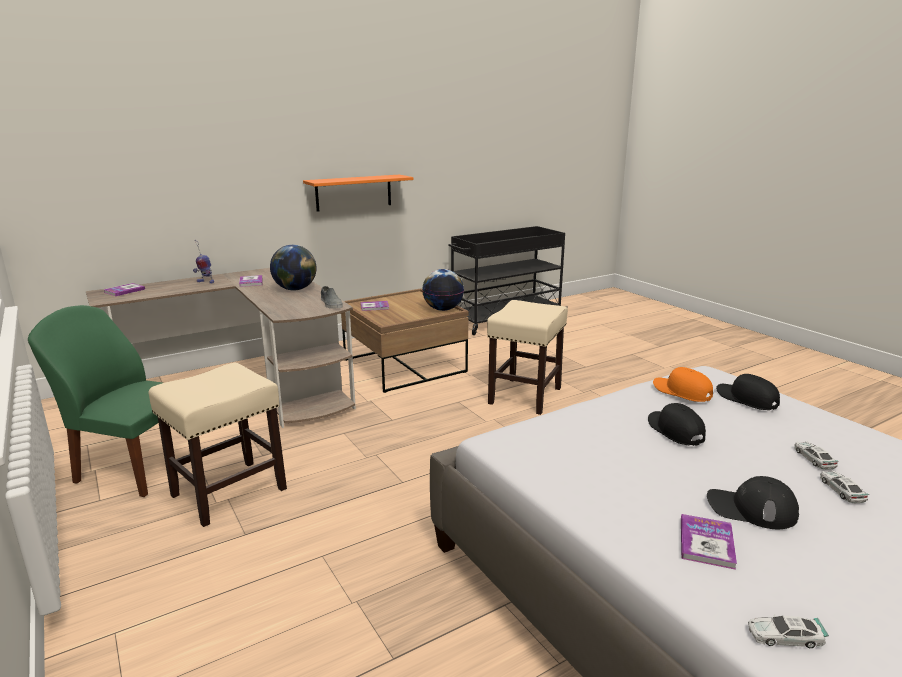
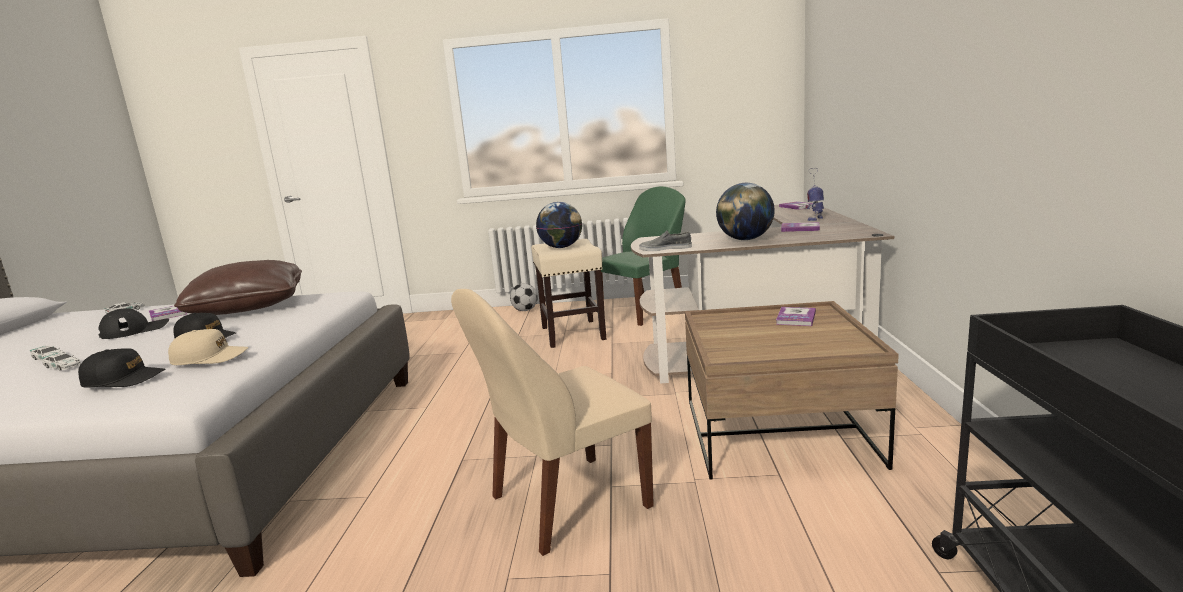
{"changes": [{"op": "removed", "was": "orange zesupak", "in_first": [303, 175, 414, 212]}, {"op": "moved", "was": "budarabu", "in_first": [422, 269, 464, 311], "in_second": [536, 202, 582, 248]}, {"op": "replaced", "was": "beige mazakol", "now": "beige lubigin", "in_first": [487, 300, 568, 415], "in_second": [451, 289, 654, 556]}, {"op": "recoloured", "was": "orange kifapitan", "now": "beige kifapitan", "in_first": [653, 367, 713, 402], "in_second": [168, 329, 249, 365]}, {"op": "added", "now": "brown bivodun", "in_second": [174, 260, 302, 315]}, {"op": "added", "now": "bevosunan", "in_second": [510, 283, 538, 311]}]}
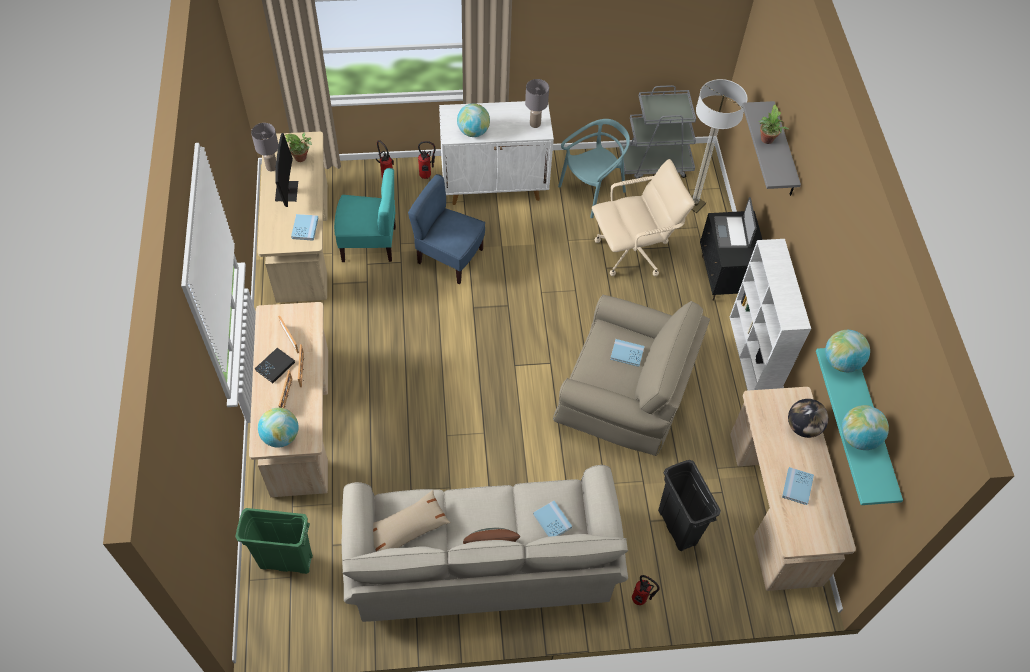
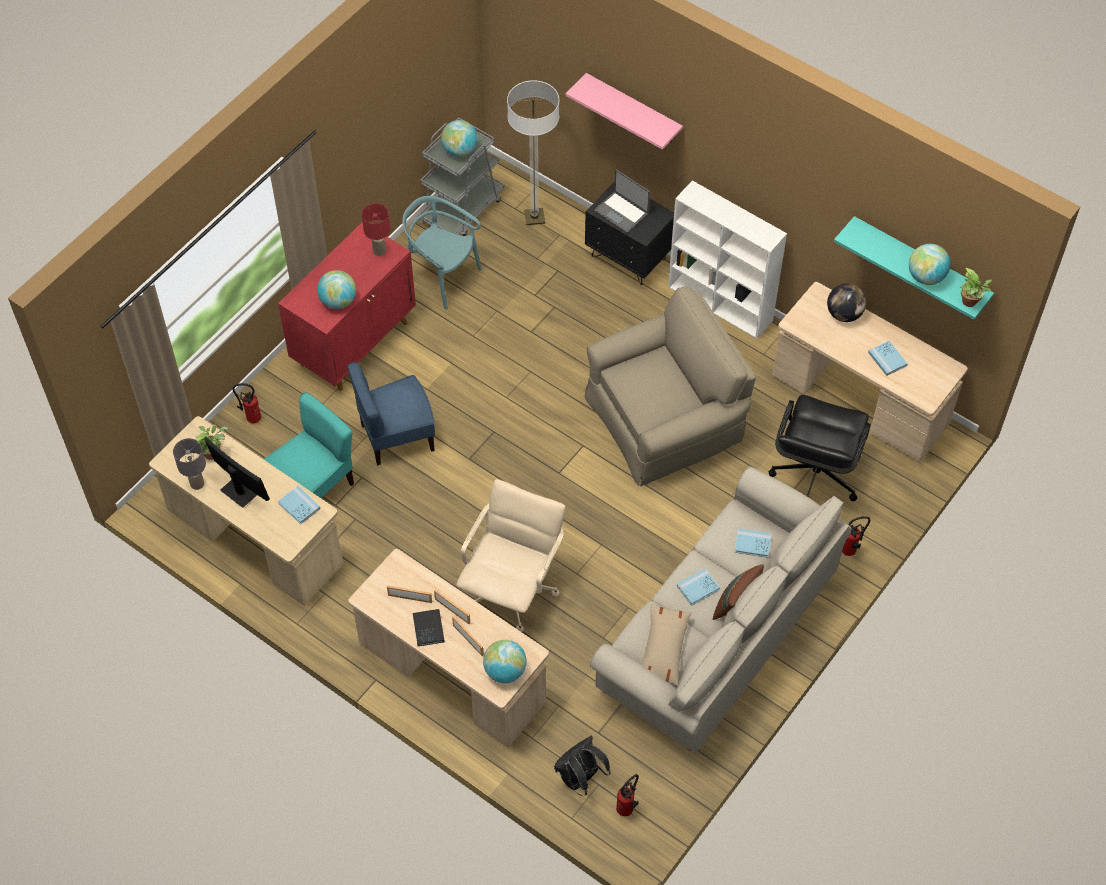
{"changes": [{"op": "recoloured", "was": "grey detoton", "now": "red detoton", "in_first": [525, 79, 549, 128], "in_second": [362, 203, 390, 256]}, {"op": "recoloured", "was": "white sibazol", "now": "red sibazol", "in_first": [439, 101, 554, 205], "in_second": [278, 222, 416, 391]}, {"op": "recoloured", "was": "grey zesupak", "now": "pink zesupak", "in_first": [742, 101, 801, 196], "in_second": [566, 73, 683, 150]}, {"op": "moved", "was": "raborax", "in_first": [759, 105, 789, 144], "in_second": [960, 268, 992, 307]}, {"op": "turned", "was": "turquoise lubigin", "in_first": [558, 119, 630, 218], "in_second": [402, 196, 482, 310], "clockwise": -60}, {"op": "moved", "was": "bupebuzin", "in_first": [418, 141, 436, 179], "in_second": [616, 774, 639, 816]}, {"op": "moved", "was": "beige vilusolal", "in_first": [592, 159, 695, 276], "in_second": [456, 479, 566, 632]}, {"op": "moved", "was": "budarabu", "in_first": [825, 330, 870, 372], "in_second": [441, 120, 477, 157]}, {"op": "moved", "was": "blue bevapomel", "in_first": [610, 339, 645, 367], "in_second": [677, 568, 720, 606]}, {"op": "replaced", "was": "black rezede", "now": "black vilusolal", "in_first": [658, 460, 721, 551], "in_second": [769, 395, 871, 501]}, {"op": "replaced", "was": "green rezede", "now": "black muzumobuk", "in_first": [235, 508, 313, 574], "in_second": [554, 735, 611, 797]}]}
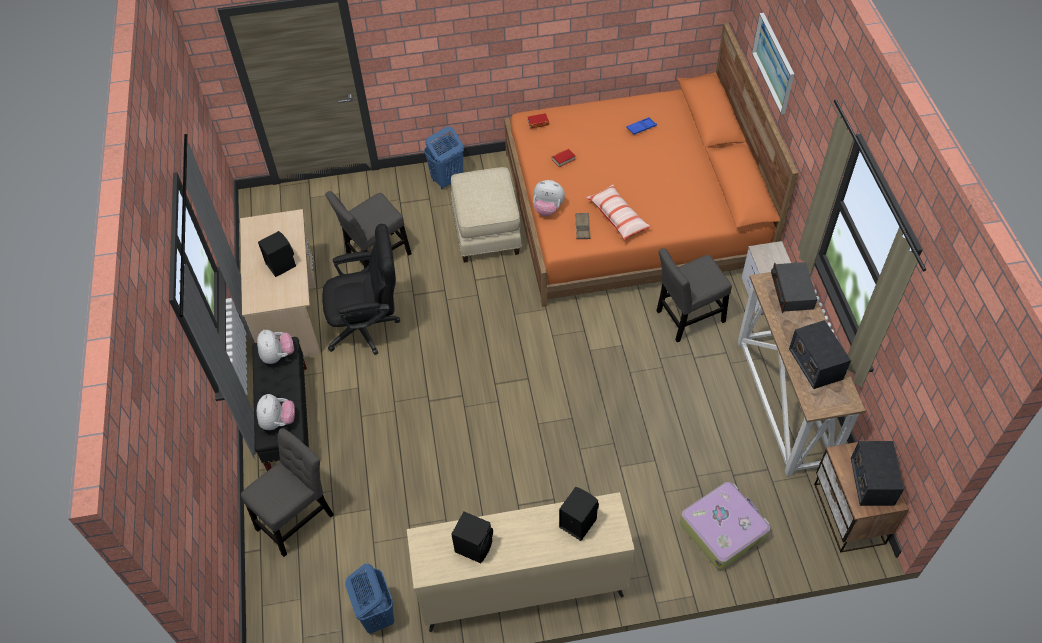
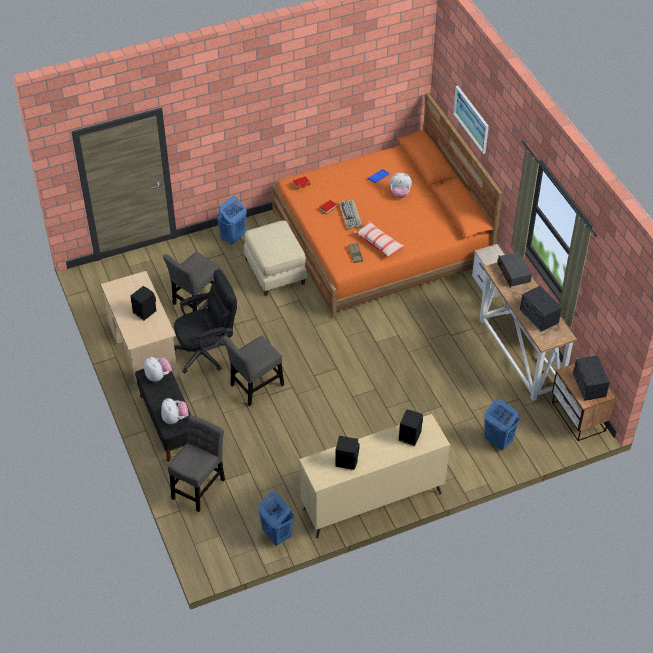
{"changes": [{"op": "moved", "was": "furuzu", "in_first": [533, 180, 565, 216], "in_second": [389, 173, 412, 198]}, {"op": "moved", "was": "grey lubigin", "in_first": [656, 248, 732, 342], "in_second": [222, 336, 284, 406]}, {"op": "replaced", "was": "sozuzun", "now": "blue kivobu", "in_first": [680, 482, 770, 570], "in_second": [484, 399, 520, 450]}, {"op": "added", "now": "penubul", "in_second": [339, 200, 362, 229]}]}
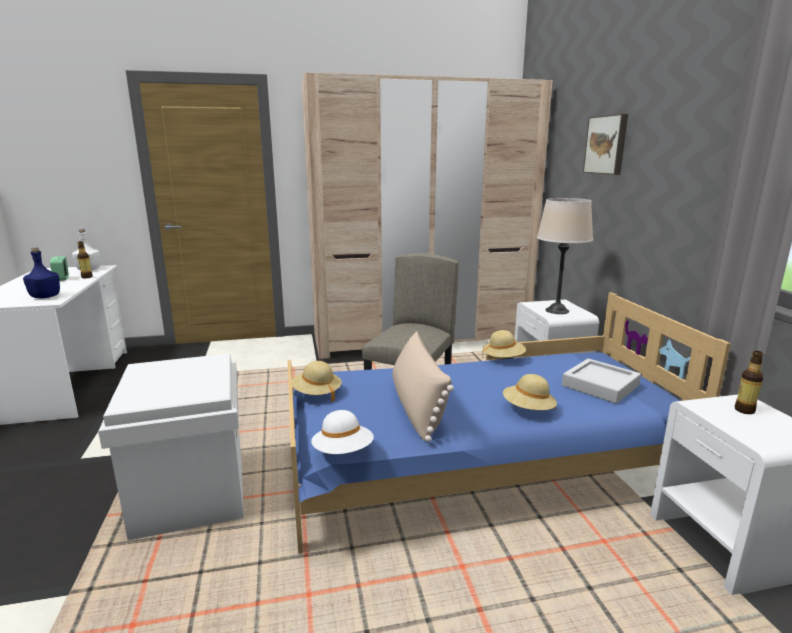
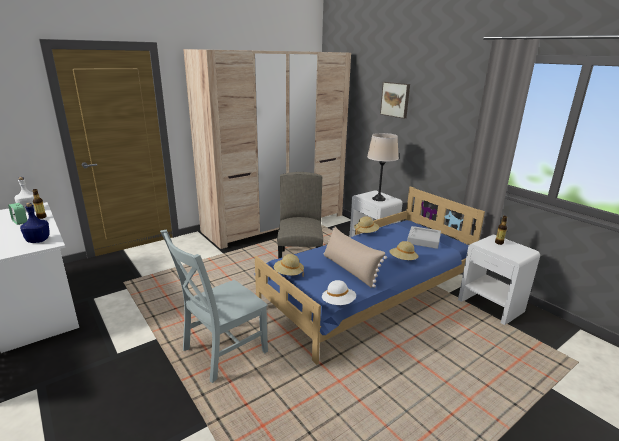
{"changes": [{"op": "replaced", "was": "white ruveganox", "now": "grey lubigin", "in_first": [98, 354, 244, 540], "in_second": [160, 230, 268, 383]}]}
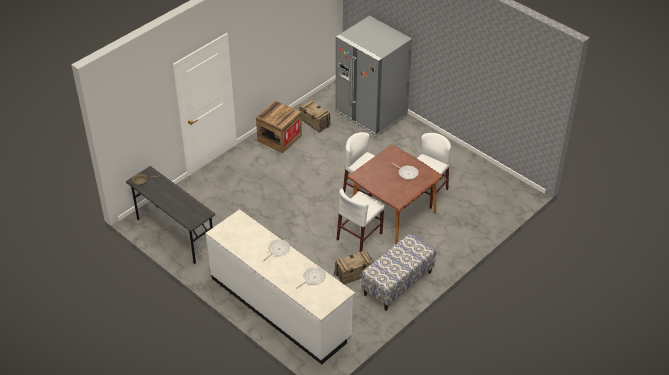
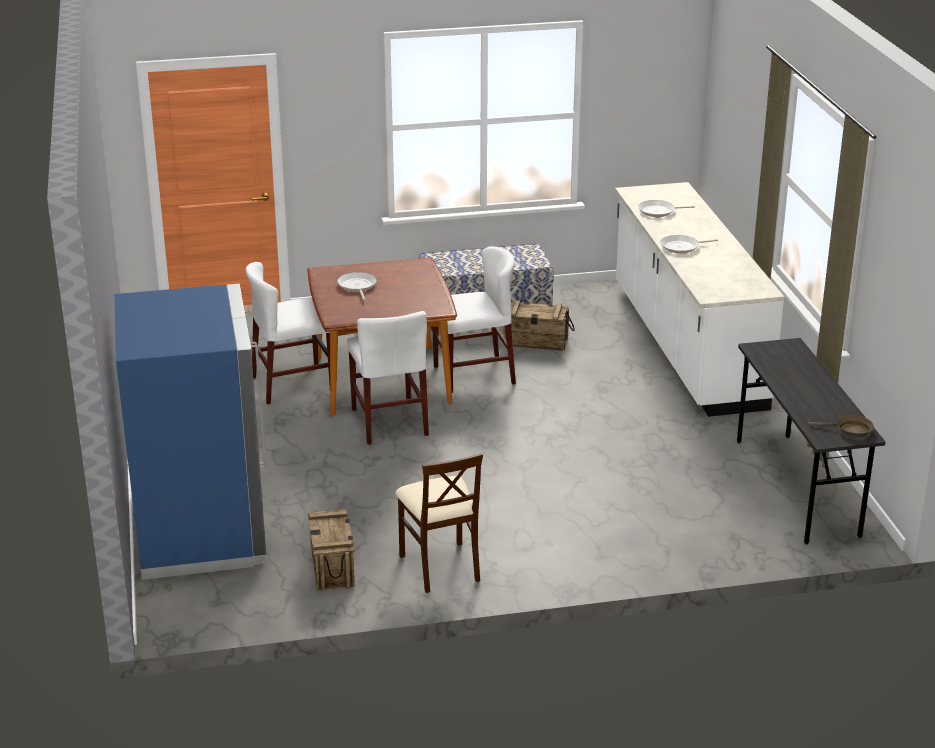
{"changes": [{"op": "recoloured", "was": "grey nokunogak", "now": "blue nokunogak", "in_first": [336, 16, 412, 137], "in_second": [114, 284, 266, 580]}, {"op": "replaced", "was": "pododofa", "now": "beige lubigin", "in_first": [256, 100, 302, 153], "in_second": [395, 453, 483, 593]}]}
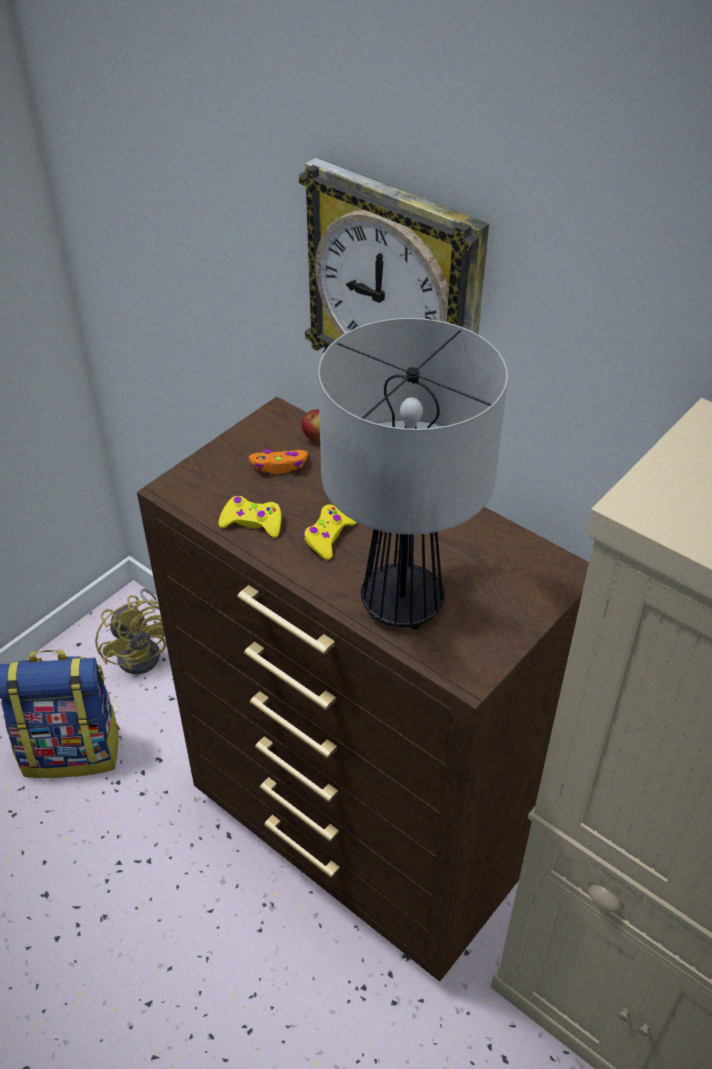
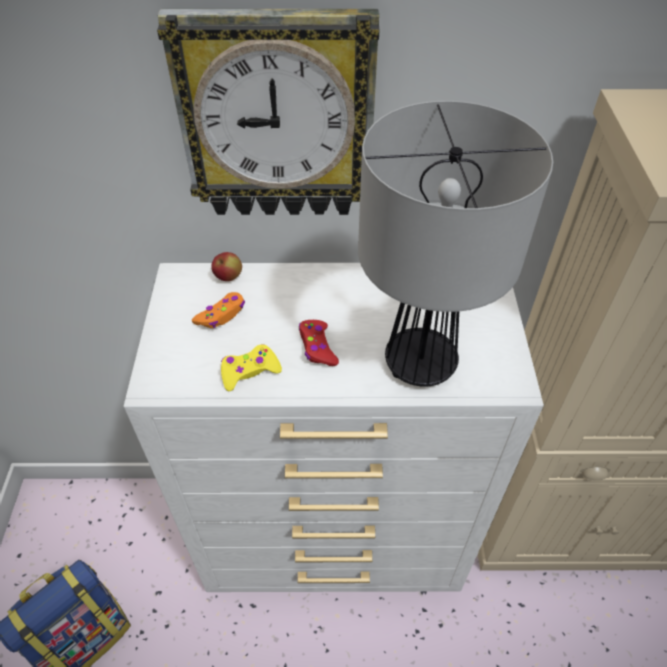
{"changes": [{"op": "recoloured", "was": "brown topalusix", "now": "white topalusix", "in_first": [137, 397, 589, 981], "in_second": [124, 263, 544, 592]}, {"op": "recoloured", "was": "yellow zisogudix", "now": "red zisogudix", "in_first": [303, 504, 357, 560], "in_second": [299, 320, 339, 366]}, {"op": "removed", "was": "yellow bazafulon", "in_first": [95, 589, 167, 674]}]}
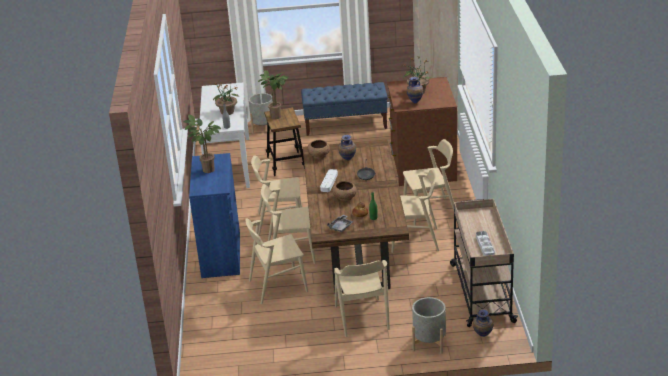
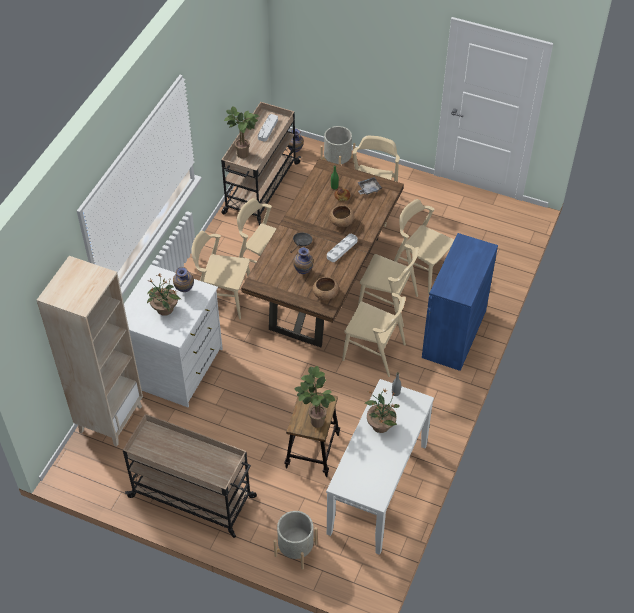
{"changes": [{"op": "recoloured", "was": "brown topalusix", "now": "white topalusix", "in_first": [387, 77, 457, 186], "in_second": [124, 265, 223, 407]}, {"op": "replaced", "was": "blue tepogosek", "now": "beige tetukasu", "in_first": [301, 82, 387, 136], "in_second": [123, 414, 257, 538]}, {"op": "moved", "was": "raborax", "in_first": [183, 115, 221, 173], "in_second": [224, 106, 259, 159]}, {"op": "turned", "was": "beige lubigin", "in_first": [245, 218, 308, 304], "in_second": [394, 199, 454, 294], "clockwise": -150}]}
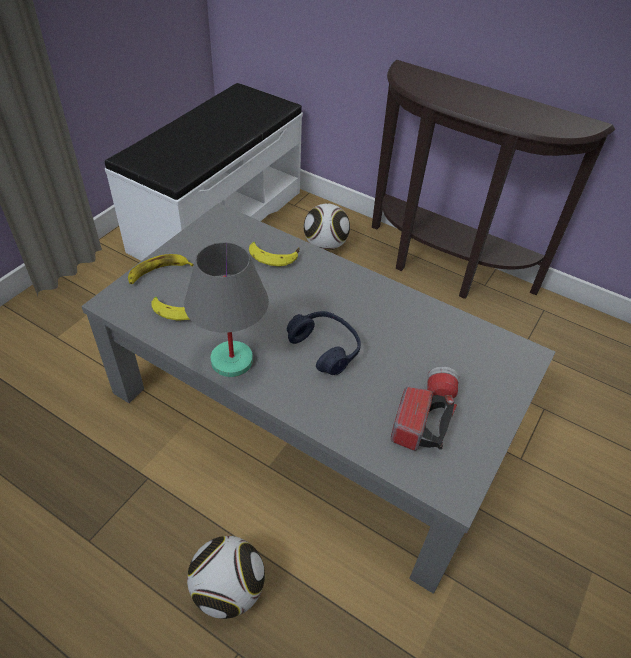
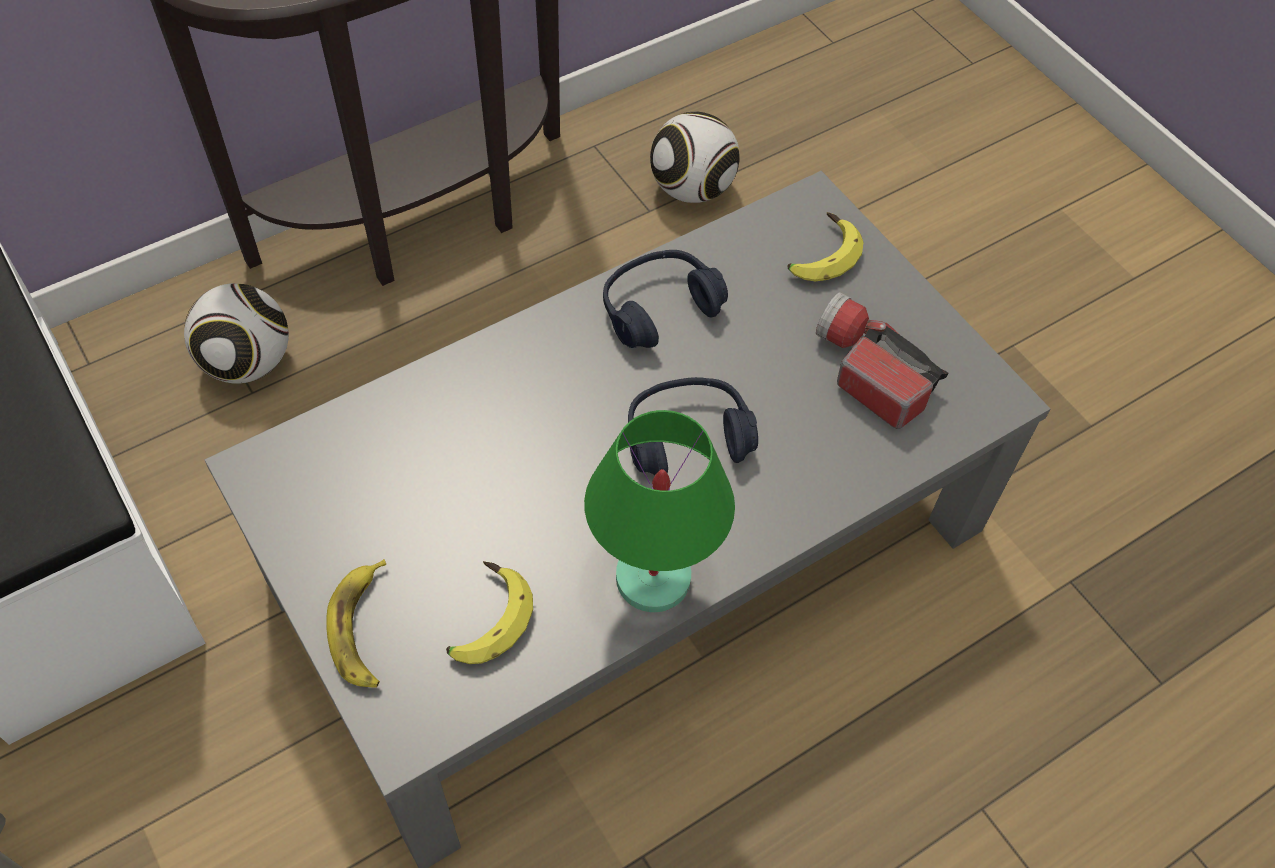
{"changes": [{"op": "recoloured", "was": "grey detoton", "now": "green detoton", "in_first": [184, 242, 269, 377], "in_second": [584, 410, 735, 612]}, {"op": "moved", "was": "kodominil", "in_first": [249, 242, 300, 267], "in_second": [787, 212, 863, 281]}, {"op": "moved", "was": "bevosunan", "in_first": [187, 536, 265, 619], "in_second": [650, 111, 740, 203]}, {"op": "added", "now": "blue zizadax", "in_second": [603, 250, 728, 348]}]}
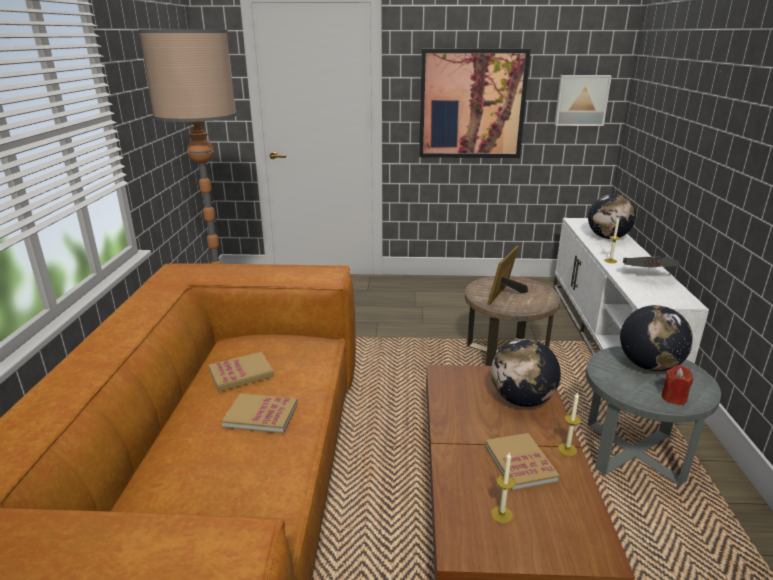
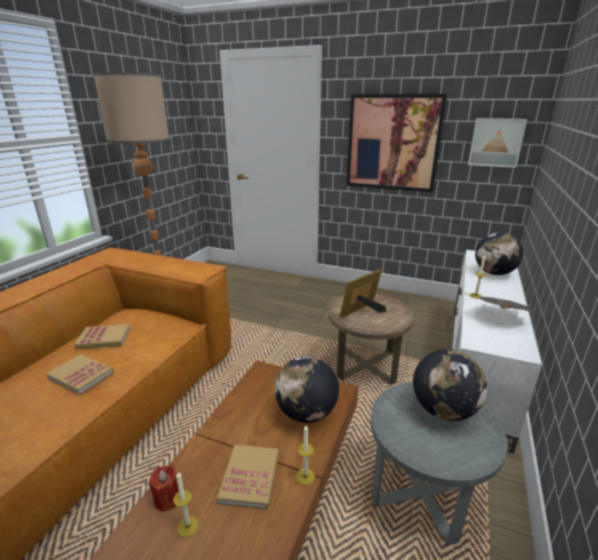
{"changes": [{"op": "moved", "was": "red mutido", "in_first": [661, 365, 693, 405], "in_second": [149, 464, 179, 512]}]}
